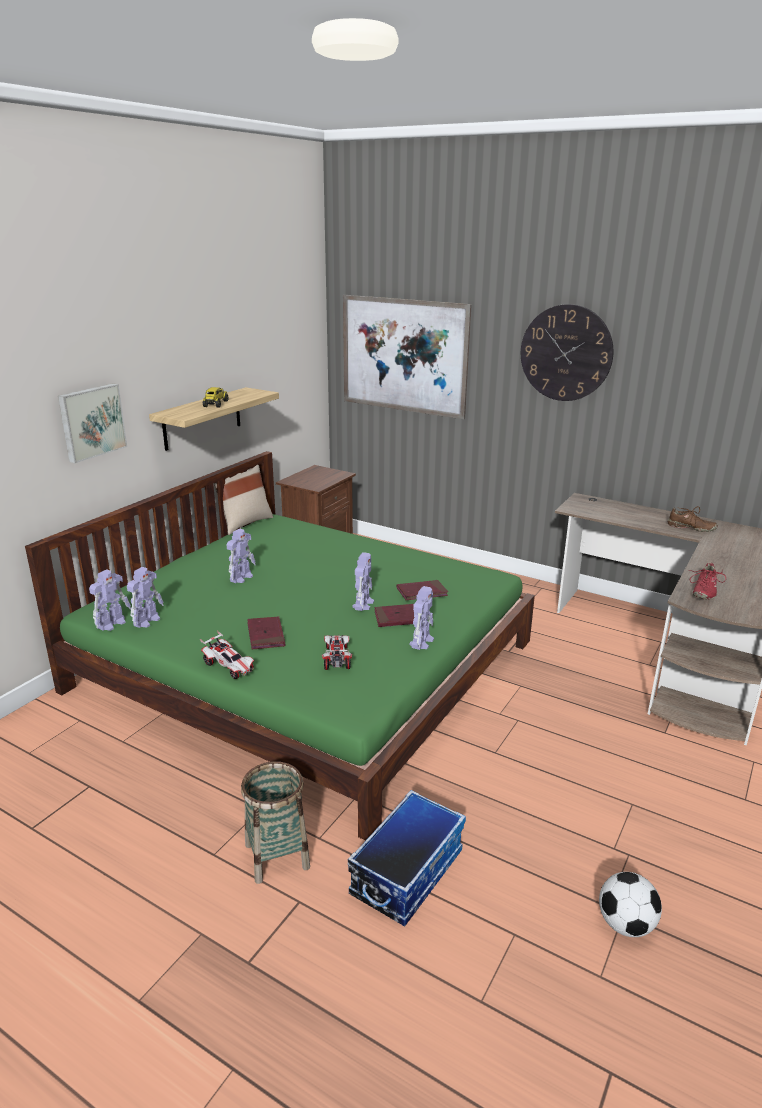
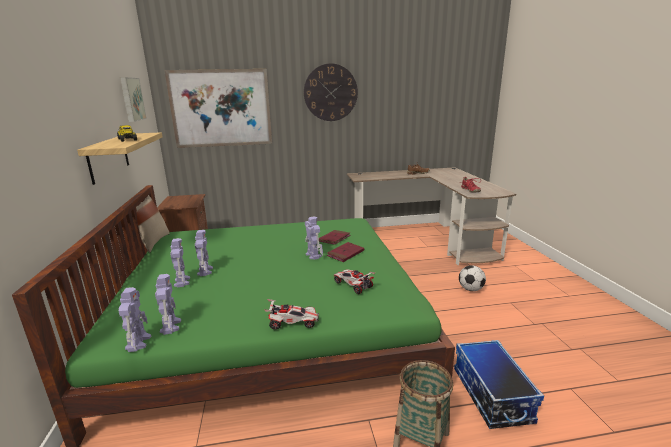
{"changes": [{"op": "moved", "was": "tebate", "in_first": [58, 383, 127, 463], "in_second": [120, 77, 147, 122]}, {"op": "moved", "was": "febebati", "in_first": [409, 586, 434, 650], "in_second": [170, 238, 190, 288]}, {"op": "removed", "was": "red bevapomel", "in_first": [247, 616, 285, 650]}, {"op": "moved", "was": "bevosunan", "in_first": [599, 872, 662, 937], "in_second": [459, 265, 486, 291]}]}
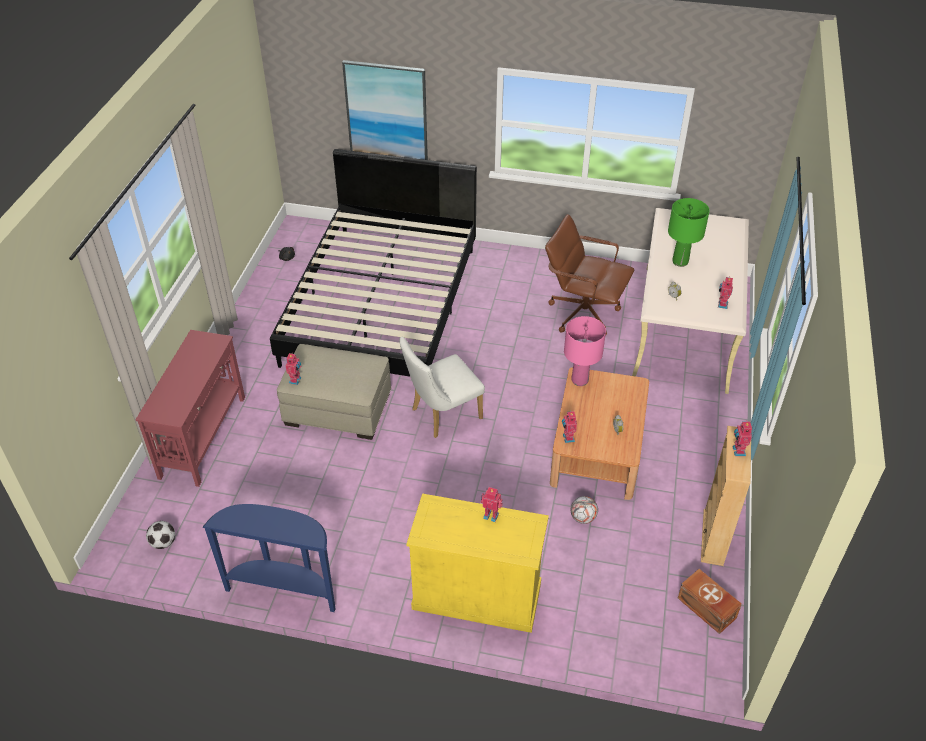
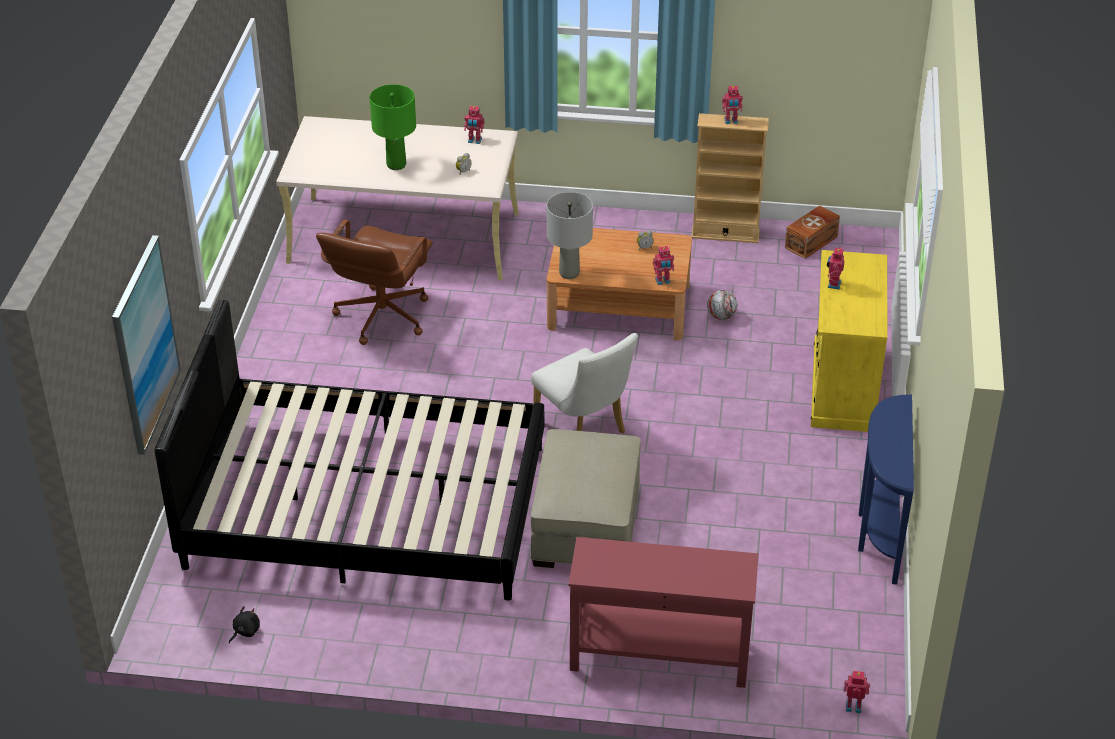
{"changes": [{"op": "recoloured", "was": "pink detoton", "now": "grey detoton", "in_first": [564, 316, 606, 386], "in_second": [547, 192, 593, 279]}, {"op": "moved", "was": "febebati", "in_first": [286, 352, 302, 385], "in_second": [843, 671, 870, 713]}, {"op": "removed", "was": "bevosunan", "in_first": [146, 521, 175, 549]}]}
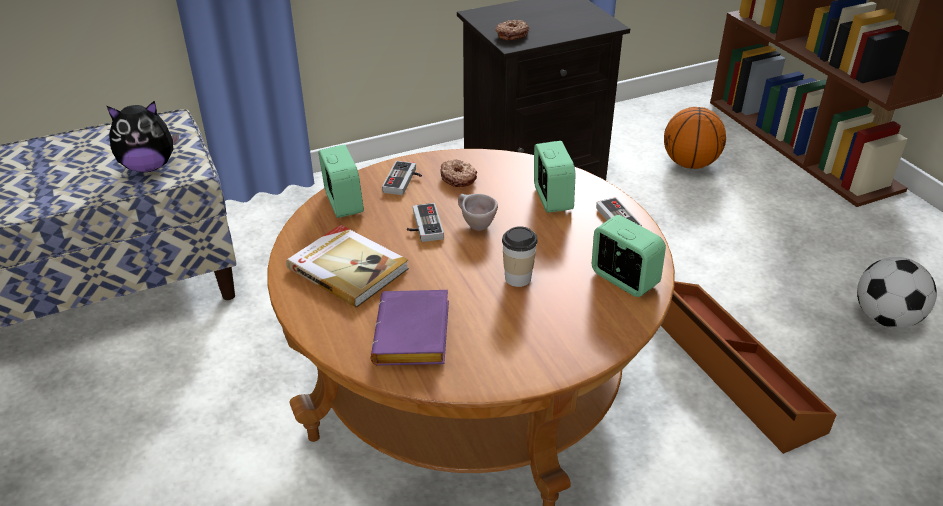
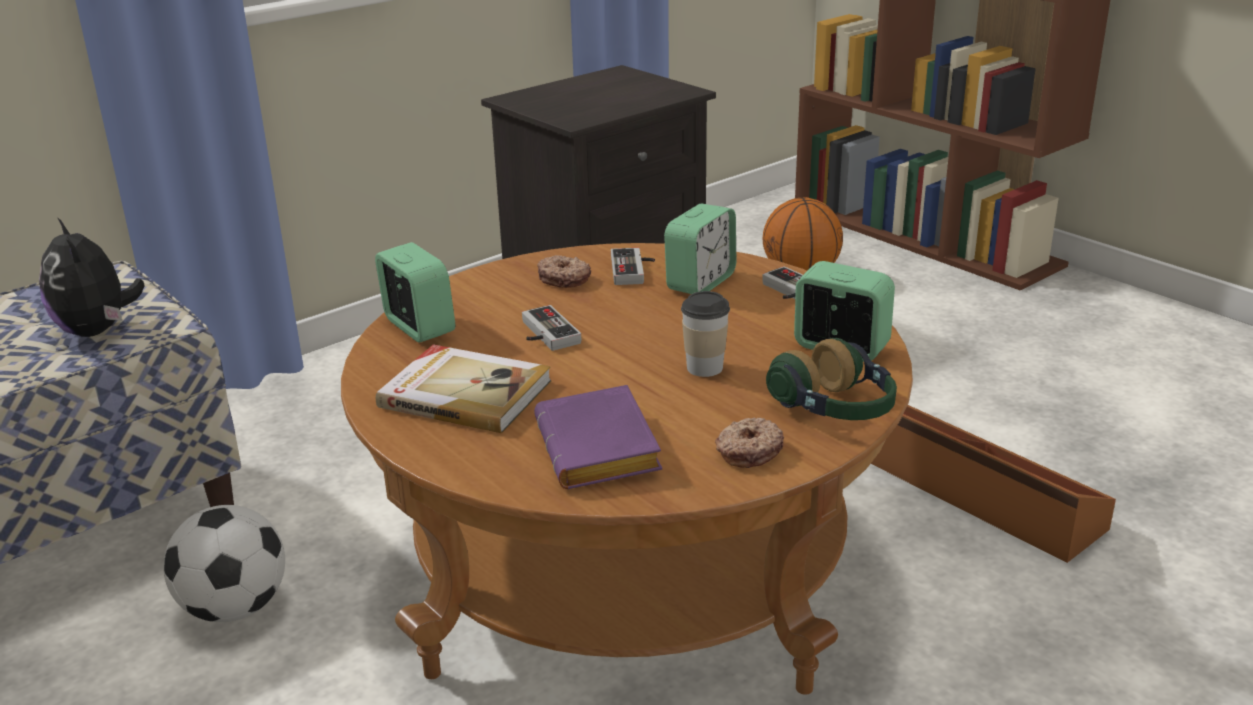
{"changes": [{"op": "moved", "was": "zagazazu", "in_first": [495, 20, 529, 40], "in_second": [715, 417, 784, 468]}, {"op": "turned", "was": "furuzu", "in_first": [107, 101, 179, 172], "in_second": [39, 217, 145, 337], "clockwise": 90}, {"op": "turned", "was": "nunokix", "in_first": [534, 141, 576, 213], "in_second": [664, 204, 736, 294], "clockwise": 60}, {"op": "moved", "was": "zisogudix", "in_first": [382, 161, 422, 195], "in_second": [611, 248, 655, 285]}, {"op": "removed", "was": "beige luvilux", "in_first": [458, 194, 498, 231]}, {"op": "moved", "was": "bevosunan", "in_first": [857, 257, 937, 328], "in_second": [163, 505, 285, 622]}, {"op": "added", "now": "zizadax", "in_second": [766, 338, 897, 420]}]}
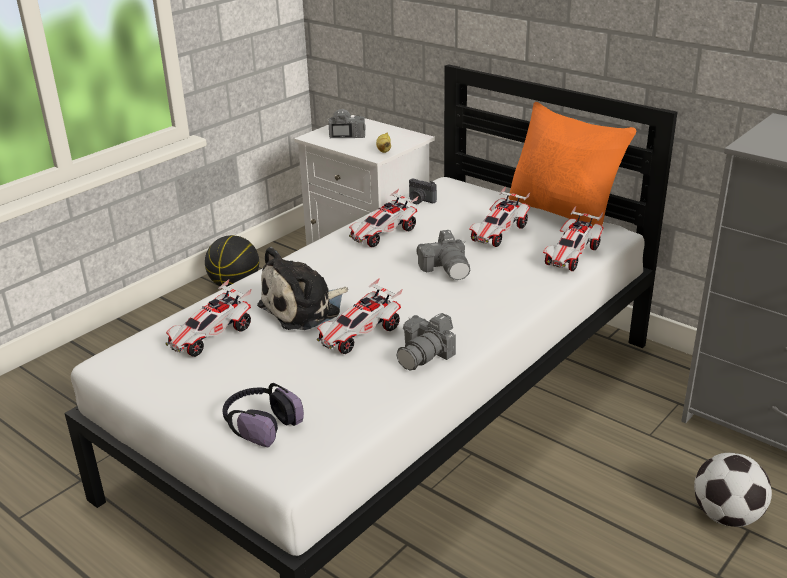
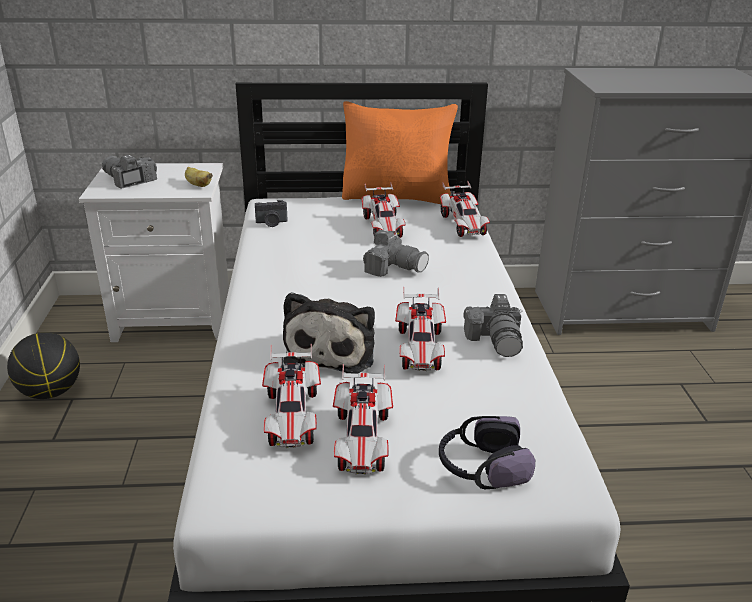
{"changes": [{"op": "moved", "was": "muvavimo", "in_first": [349, 189, 418, 247], "in_second": [333, 364, 393, 475]}, {"op": "removed", "was": "bevosunan", "in_first": [694, 453, 772, 527]}]}
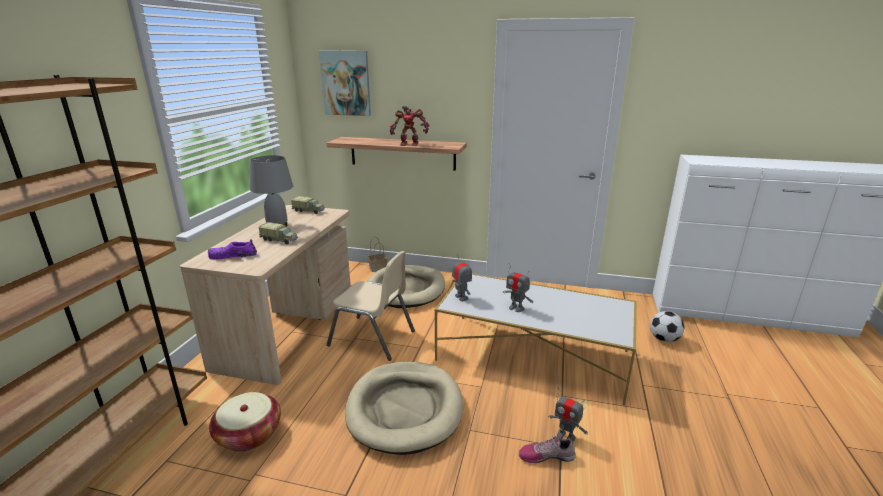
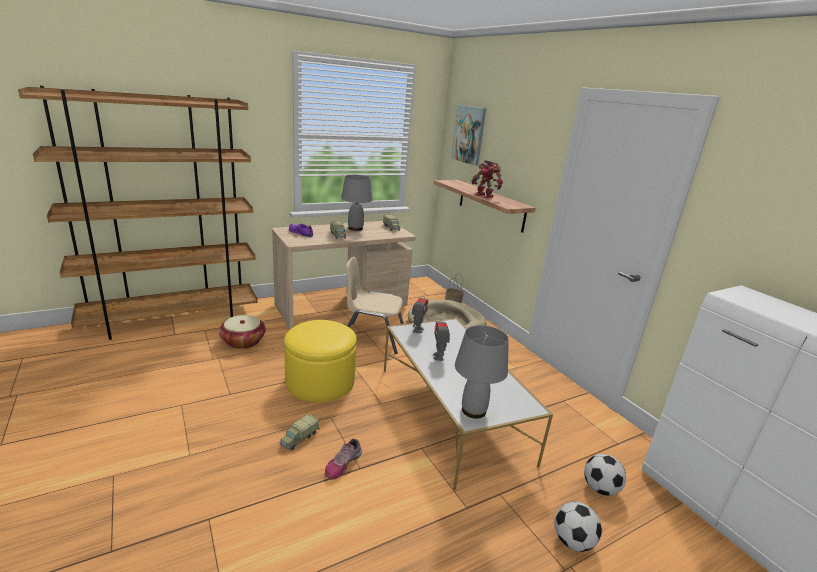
{"changes": [{"op": "turned", "was": "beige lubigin", "in_first": [327, 251, 415, 361], "in_second": [346, 257, 404, 354], "clockwise": 120}, {"op": "replaced", "was": "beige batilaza", "now": "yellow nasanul", "in_first": [345, 362, 463, 455], "in_second": [284, 320, 357, 402]}, {"op": "removed", "was": "febebati", "in_first": [548, 388, 588, 442]}, {"op": "turned", "was": "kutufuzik", "in_first": [519, 436, 576, 463], "in_second": [325, 438, 362, 480], "clockwise": -105}, {"op": "added", "now": "grey detoton", "in_second": [455, 325, 509, 419]}, {"op": "added", "now": "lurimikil", "in_second": [280, 414, 319, 450]}, {"op": "added", "now": "bevosunan", "in_second": [554, 502, 602, 552]}]}
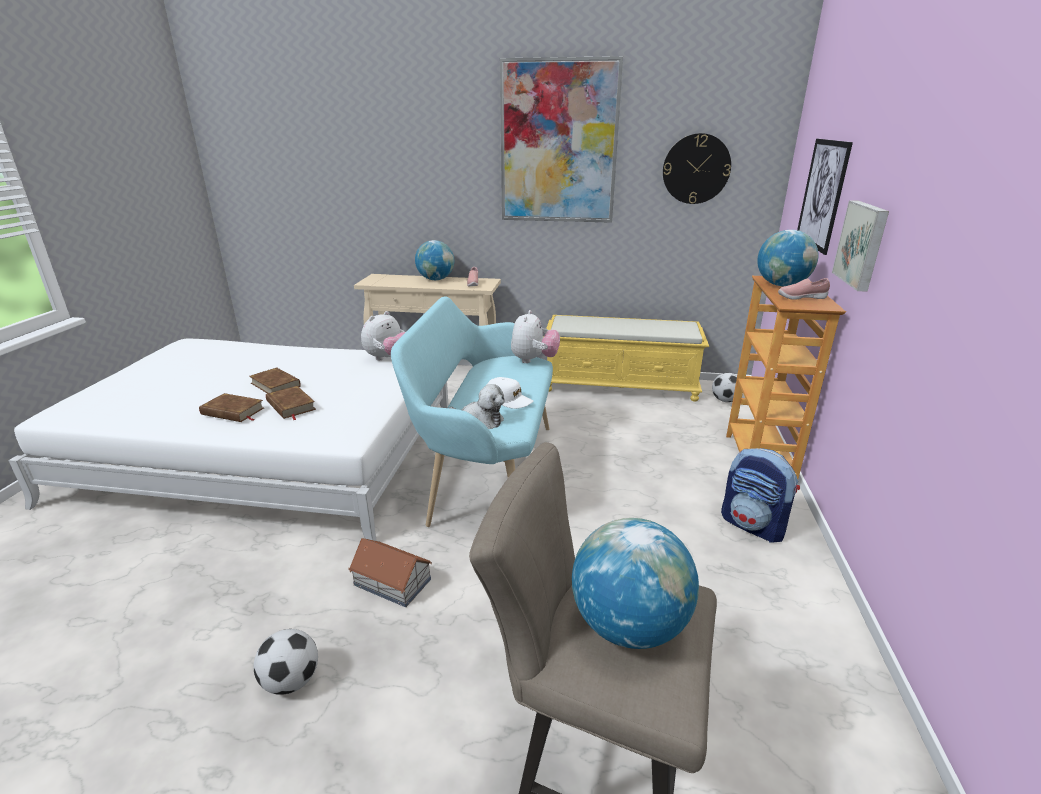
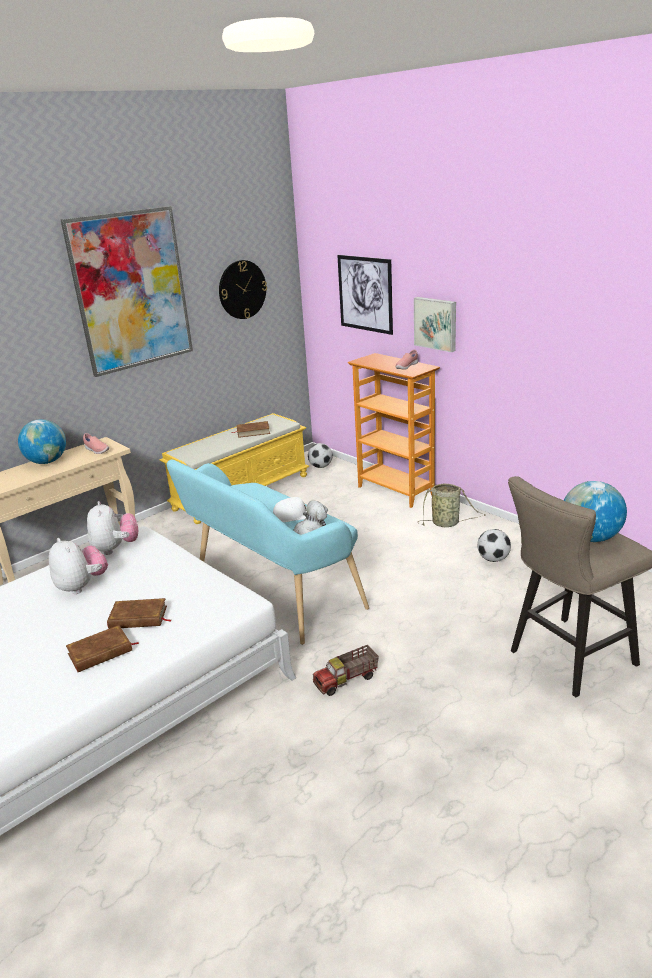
{"changes": [{"op": "removed", "was": "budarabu", "in_first": [757, 230, 818, 287]}, {"op": "moved", "was": "furuzu", "in_first": [511, 310, 560, 363], "in_second": [49, 538, 108, 594]}, {"op": "moved", "was": "brown bevapomel", "in_first": [249, 367, 301, 393], "in_second": [232, 421, 270, 438]}, {"op": "replaced", "was": "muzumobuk", "now": "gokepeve", "in_first": [721, 448, 800, 543], "in_second": [418, 483, 486, 527]}, {"op": "replaced", "was": "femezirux", "now": "lurimikil", "in_first": [348, 538, 432, 607], "in_second": [313, 645, 379, 696]}, {"op": "moved", "was": "bevosunan", "in_first": [253, 629, 318, 695], "in_second": [477, 529, 511, 562]}]}
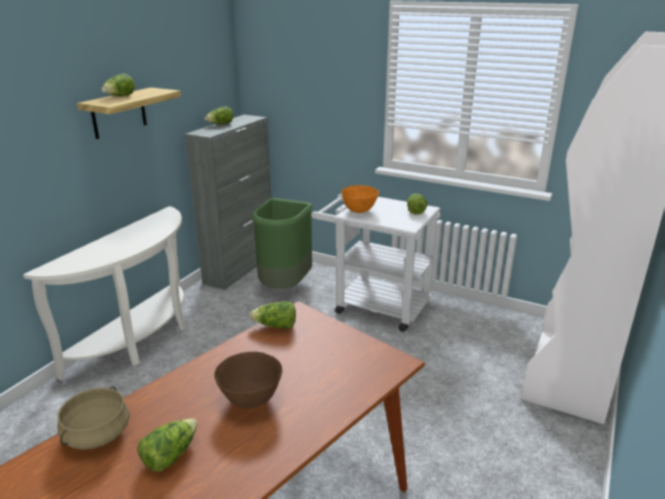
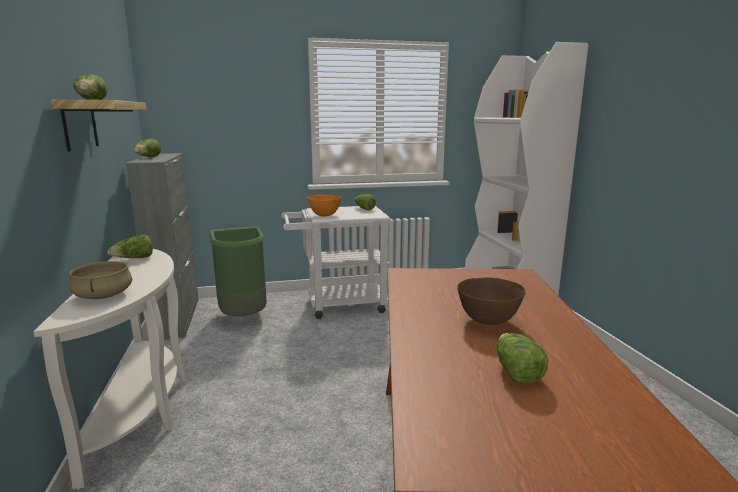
{"changes": [{"op": "moved", "was": "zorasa", "in_first": [249, 301, 296, 329], "in_second": [107, 235, 153, 258]}, {"op": "moved", "was": "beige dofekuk", "in_first": [57, 386, 130, 450], "in_second": [69, 261, 132, 299]}]}
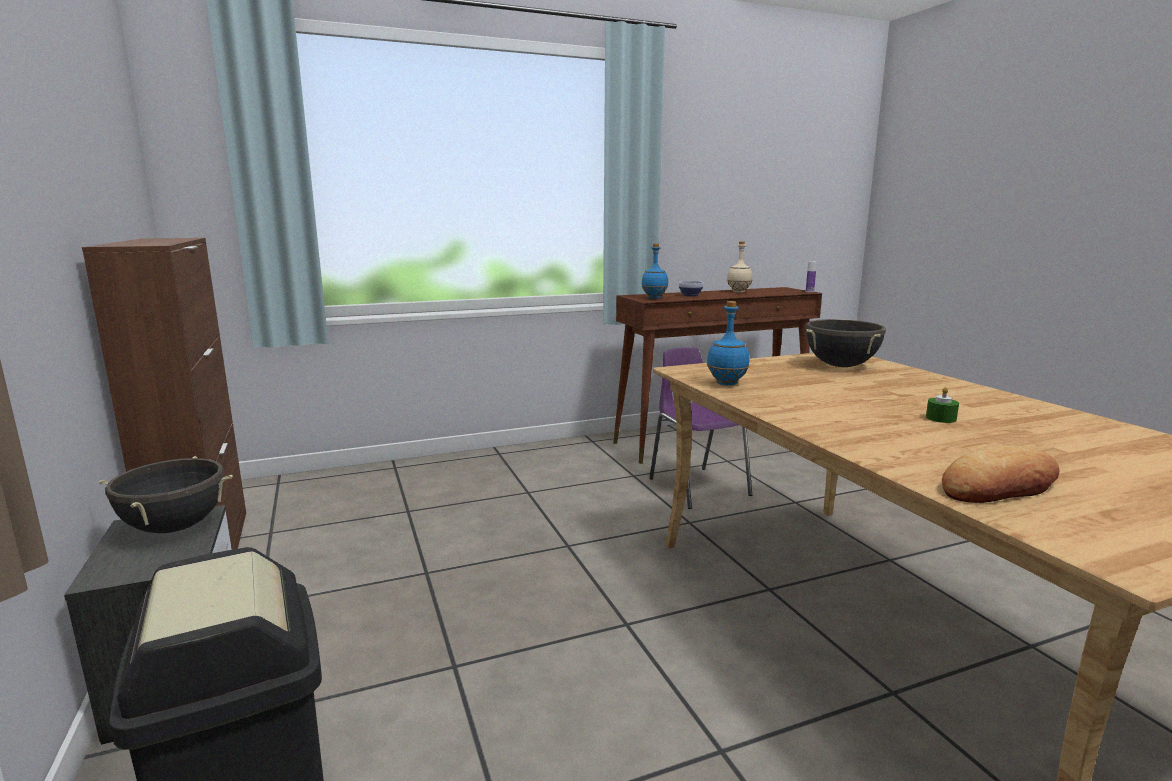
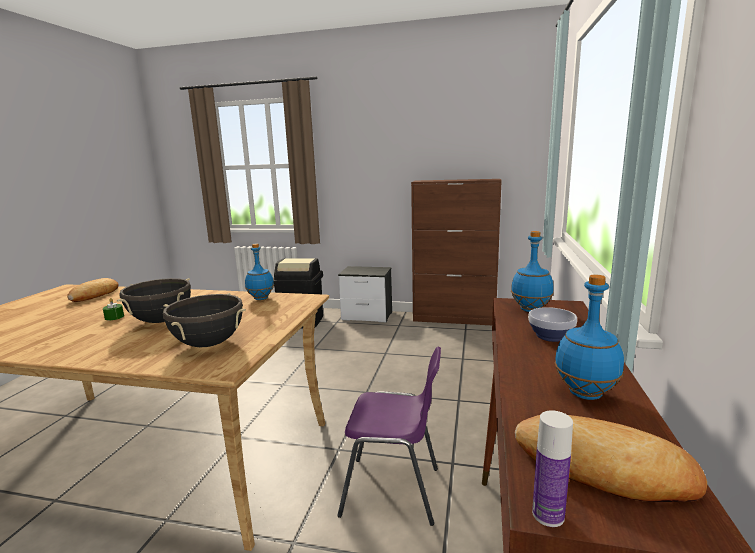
{"changes": [{"op": "recoloured", "was": "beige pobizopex", "now": "blue pobizopex", "in_first": [727, 241, 752, 293], "in_second": [555, 275, 624, 400]}, {"op": "moved", "was": "black dofekuk", "in_first": [99, 456, 233, 533], "in_second": [117, 278, 191, 323]}, {"op": "added", "now": "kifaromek", "in_second": [514, 415, 707, 502]}]}
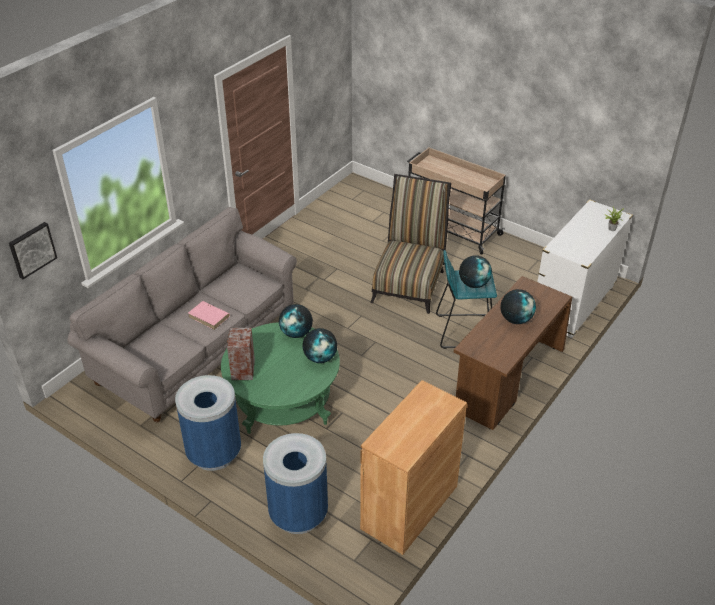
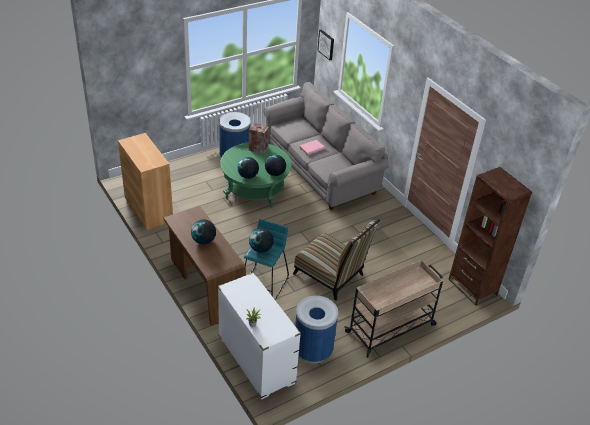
{"changes": [{"op": "moved", "was": "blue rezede", "in_first": [263, 433, 328, 534], "in_second": [295, 296, 338, 364]}, {"op": "added", "now": "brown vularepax", "in_second": [449, 167, 532, 306]}]}
